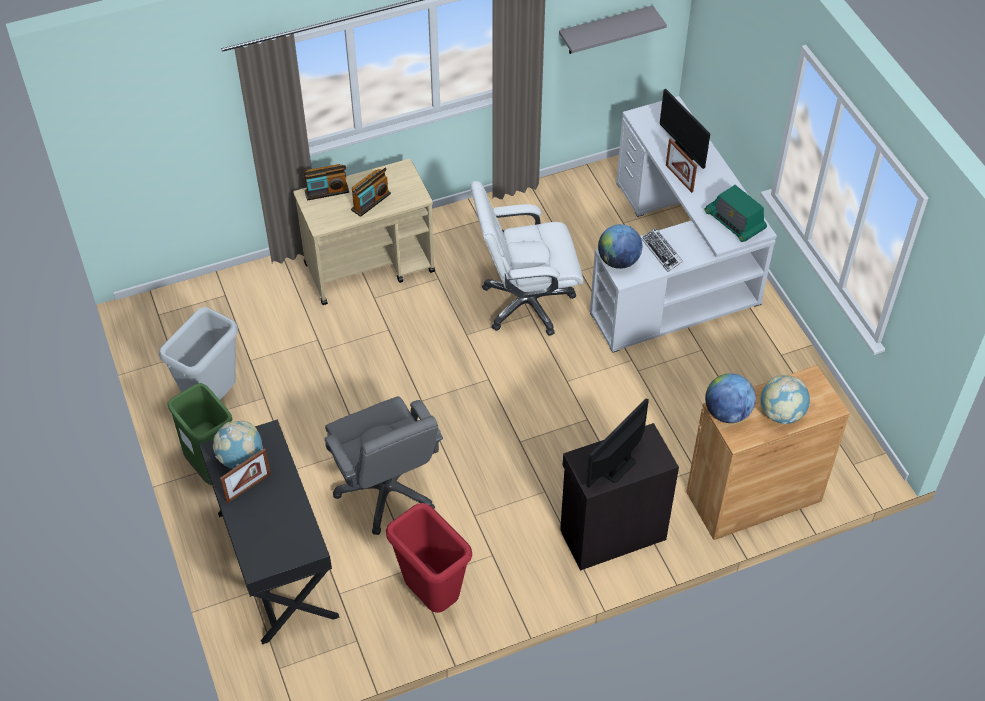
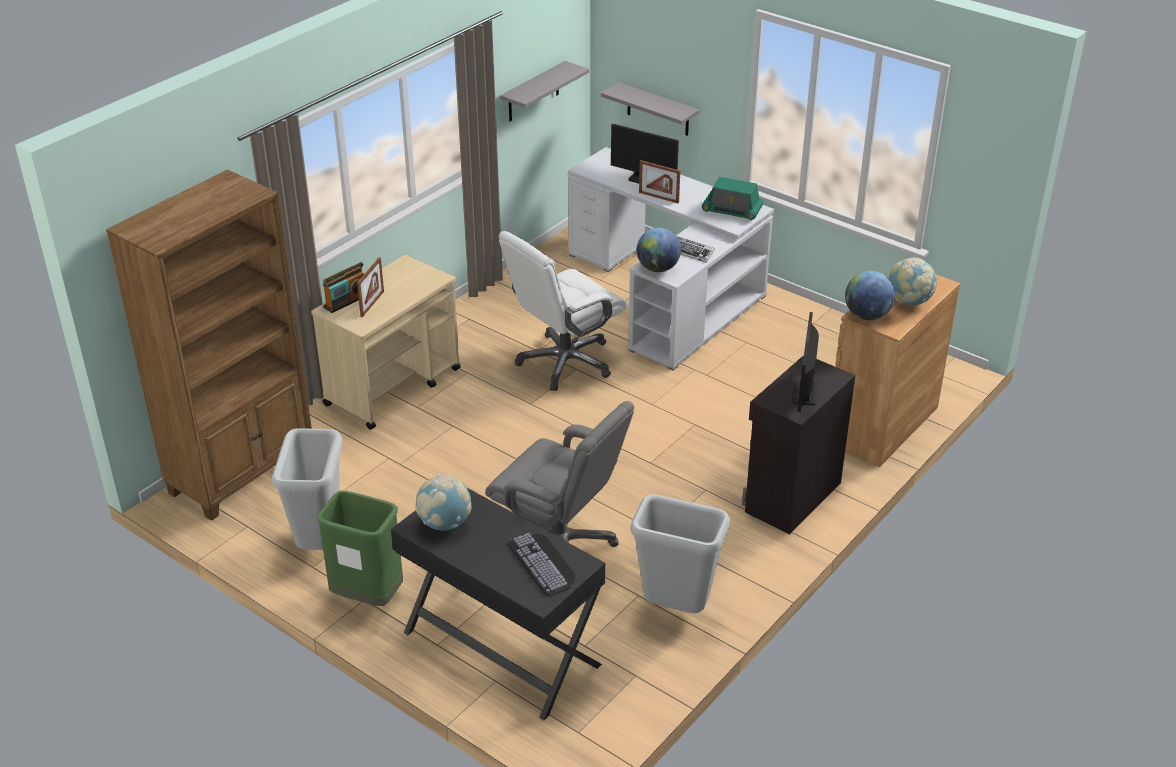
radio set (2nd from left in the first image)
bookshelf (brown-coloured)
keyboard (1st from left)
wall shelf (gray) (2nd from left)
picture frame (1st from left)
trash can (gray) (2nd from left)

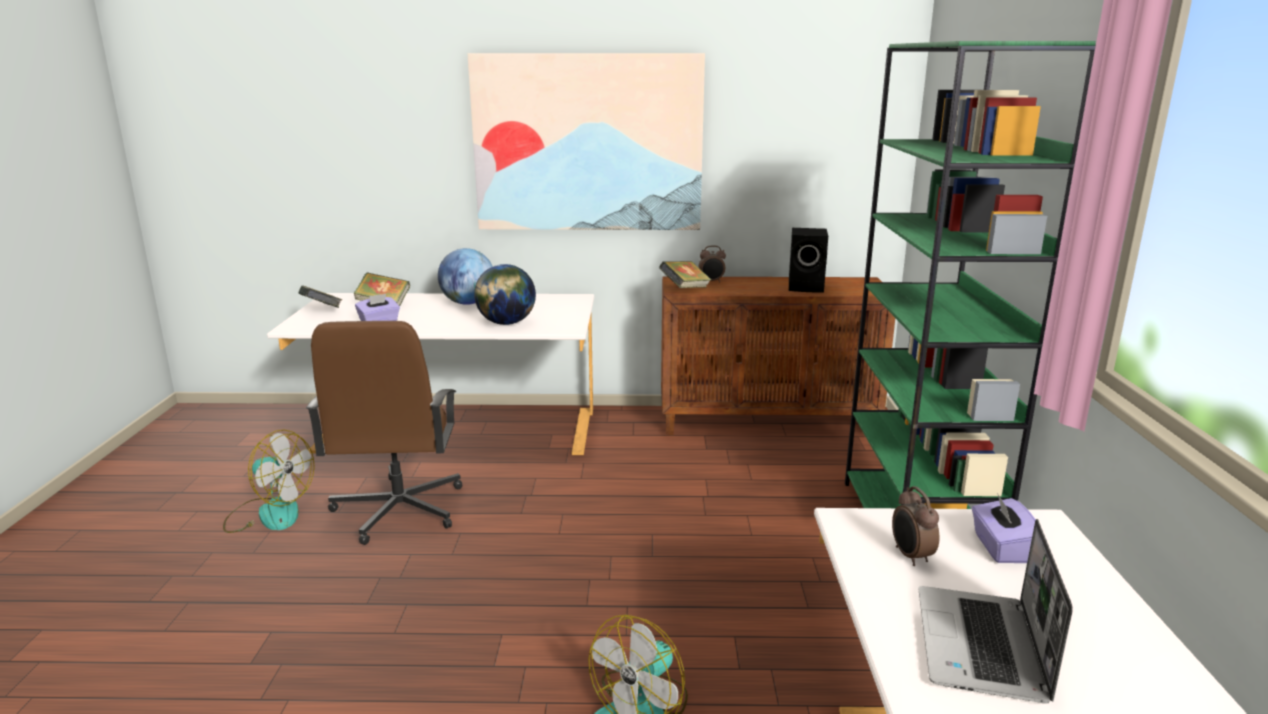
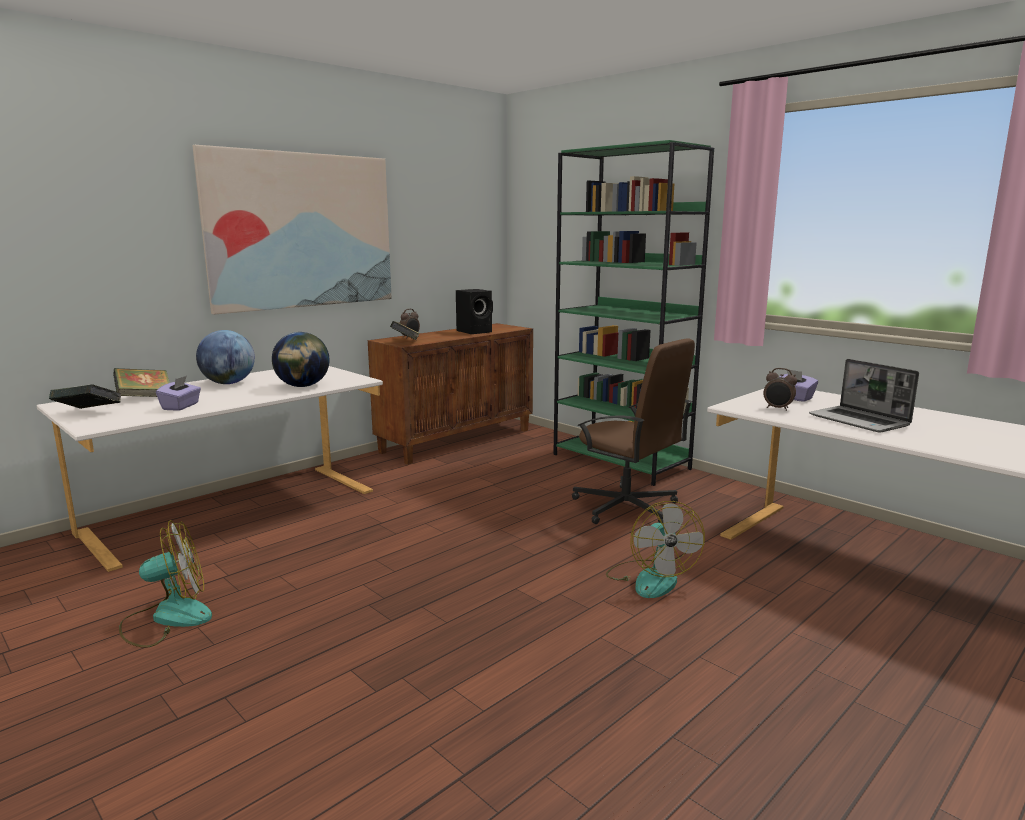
desk chair (brown-coloured)

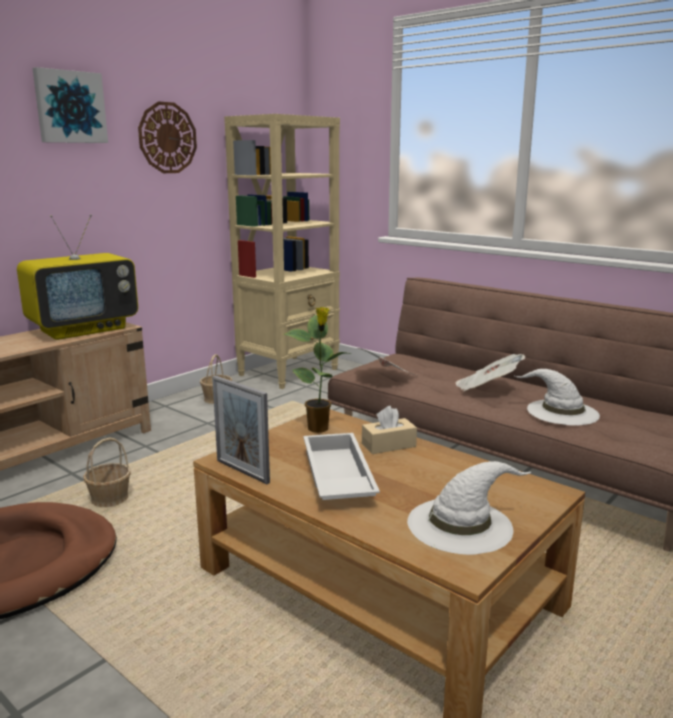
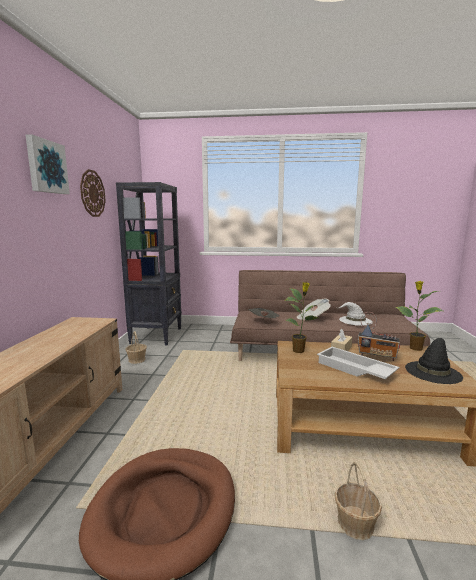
television
picture frame
radio set
houseplant (2nd from left)
storage basket (2nd from left)
bookshelf (blackish)
wearable hat (blackish)

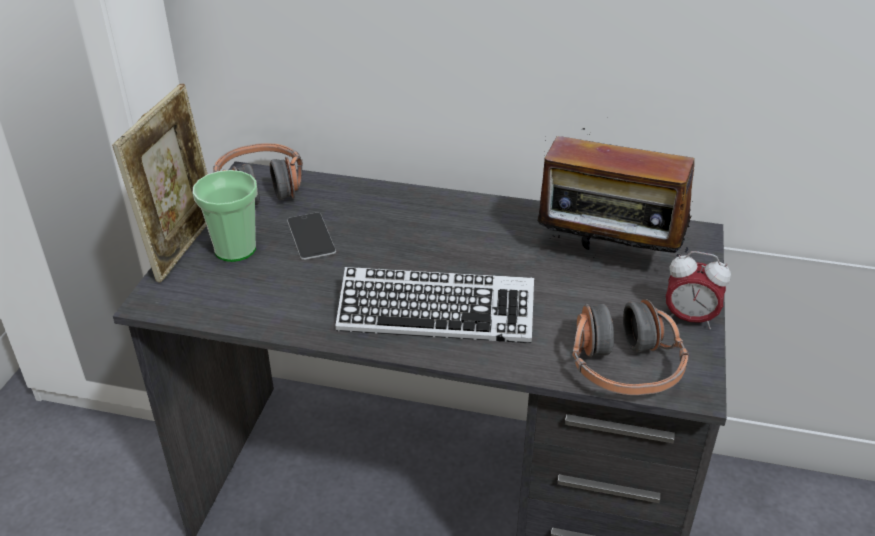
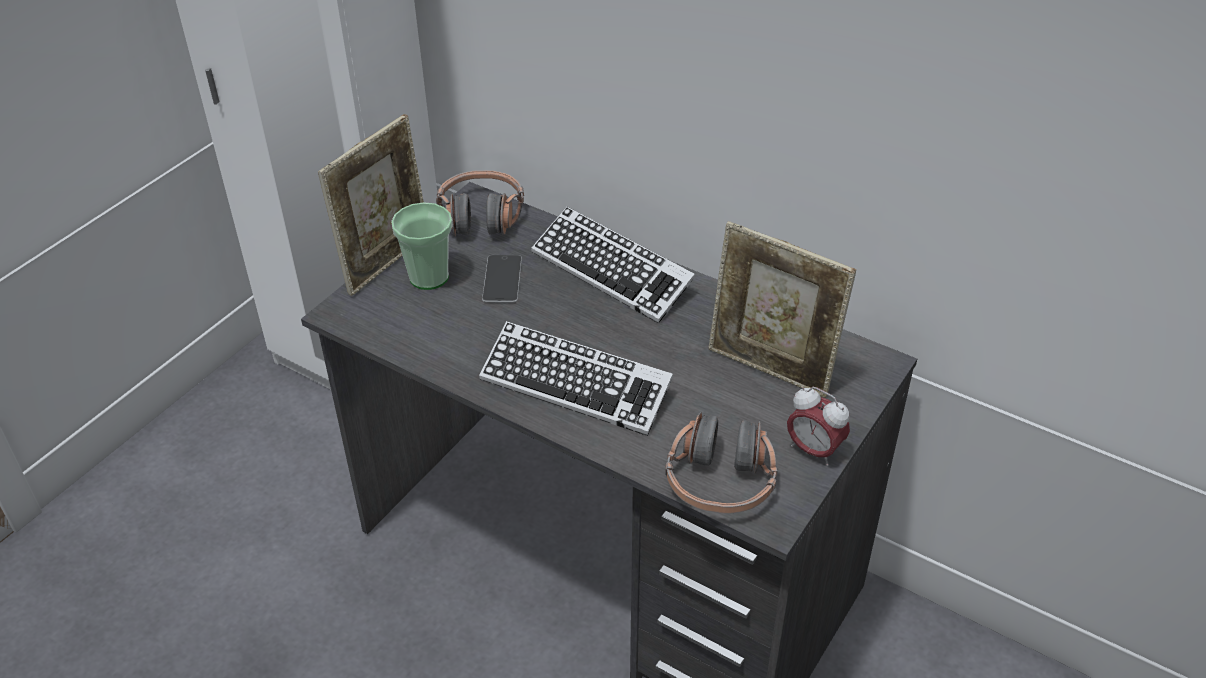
keyboard (2nd from left)
picture frame (2nd from left)

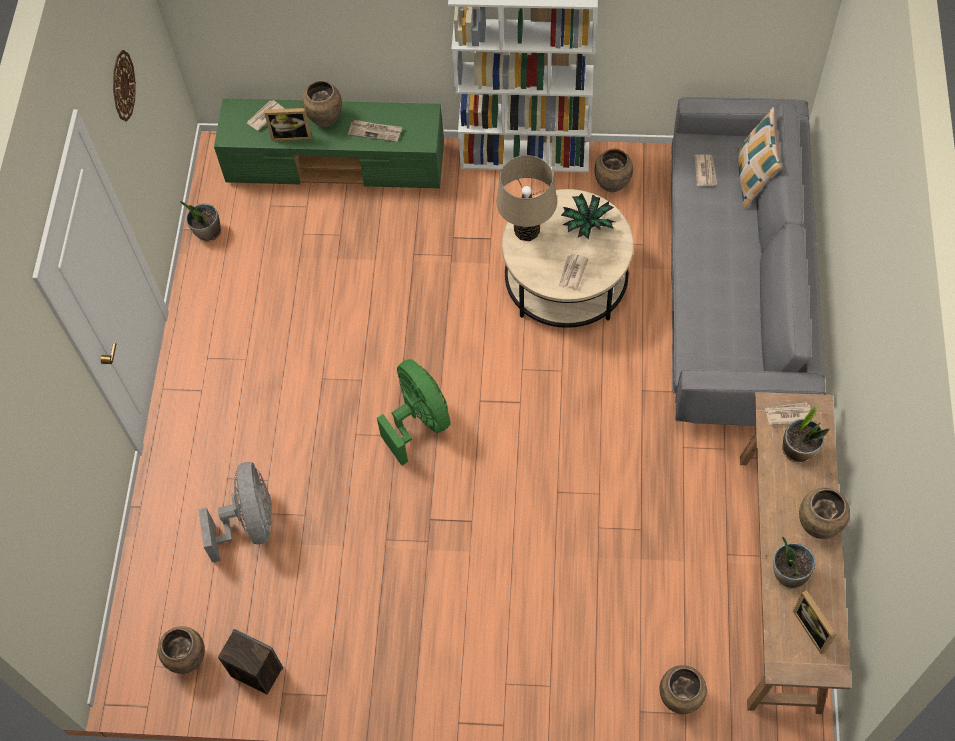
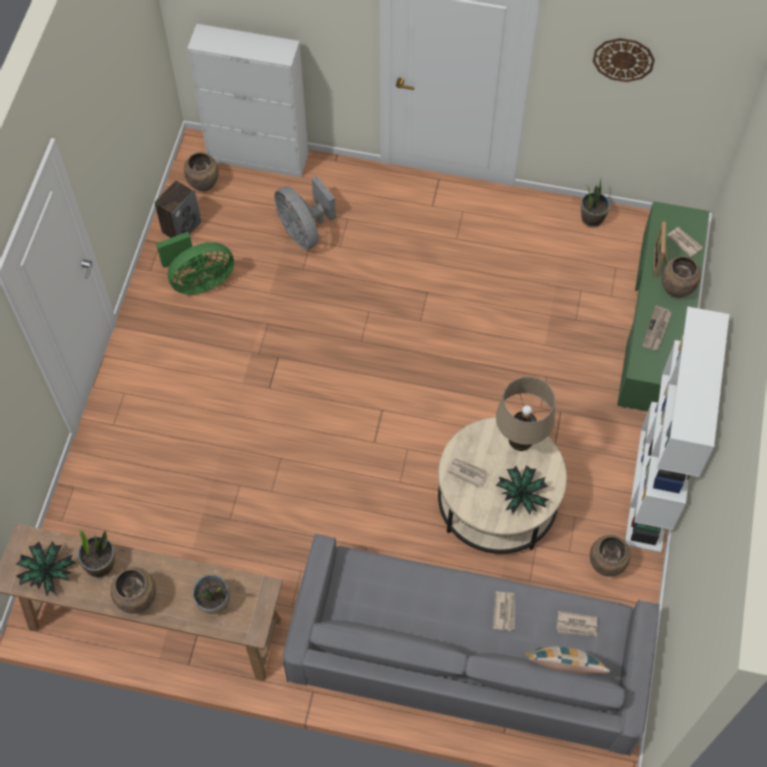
decorative vase (brown-coloured) (4th from left in the first image)
cabinet (white-coloured)
cooling fan (green)
newspaper (2nd from left)
houseplant (1st from left)
cooling fan (gray)

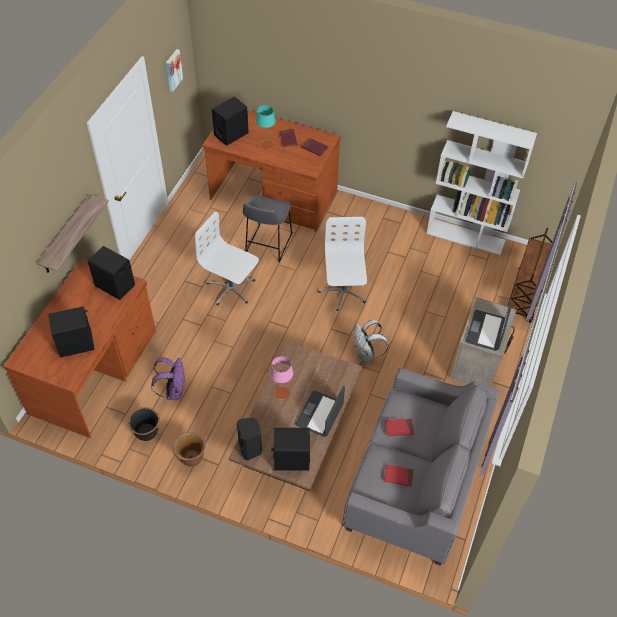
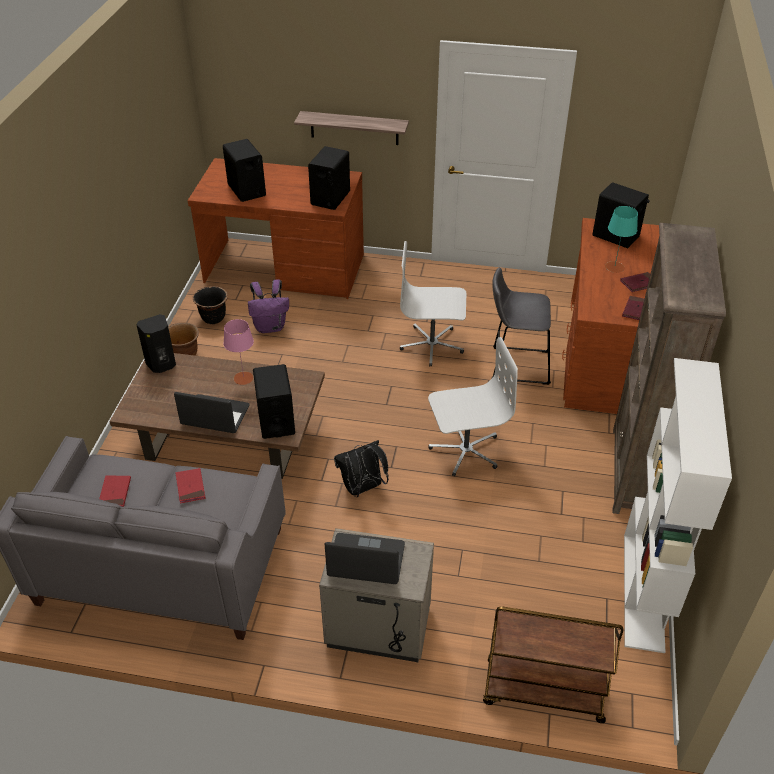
wall art
bookshelf (brown-coloured)
audio speaker (blackish) (3rd from left)
backpack (blackish)
desk chair (white-coloured) (1st from left)

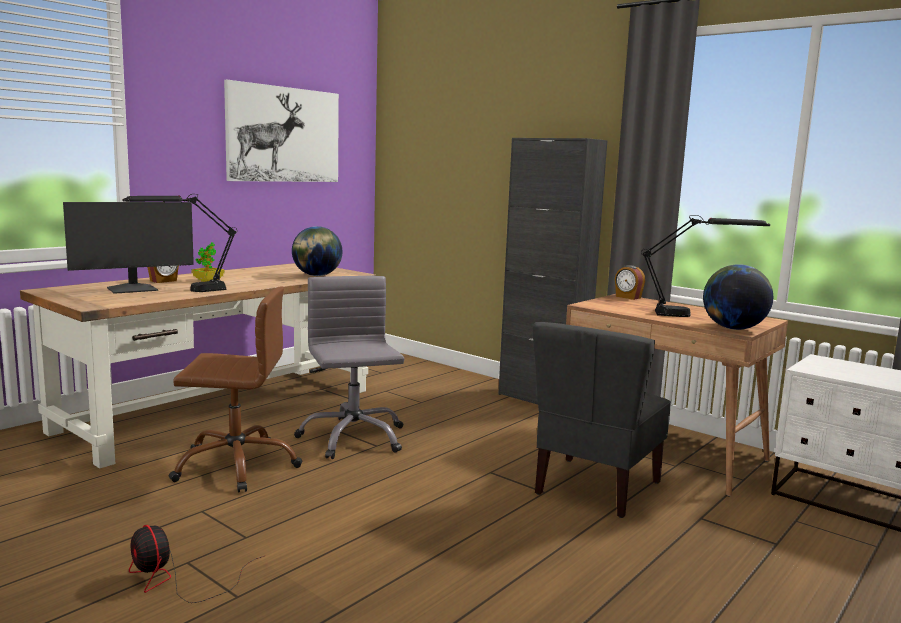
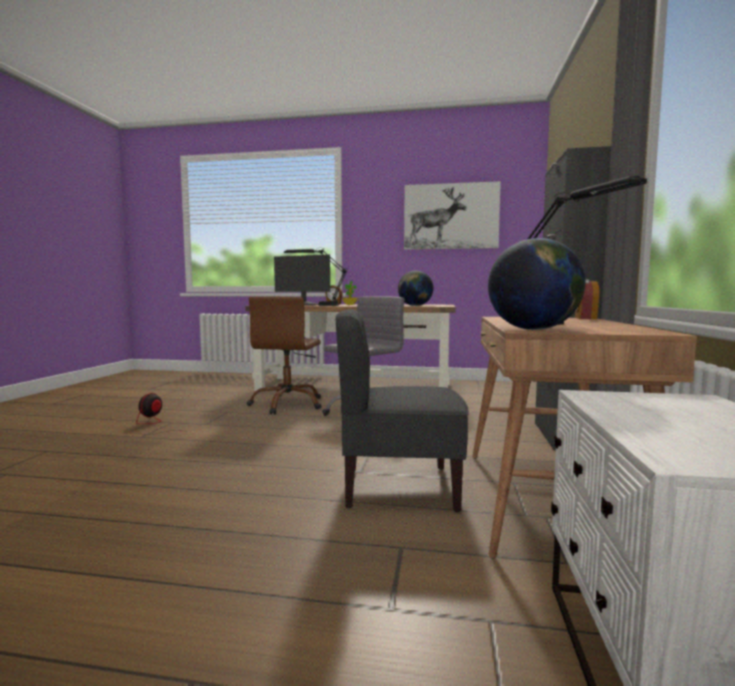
desk chair (brown-coloured)

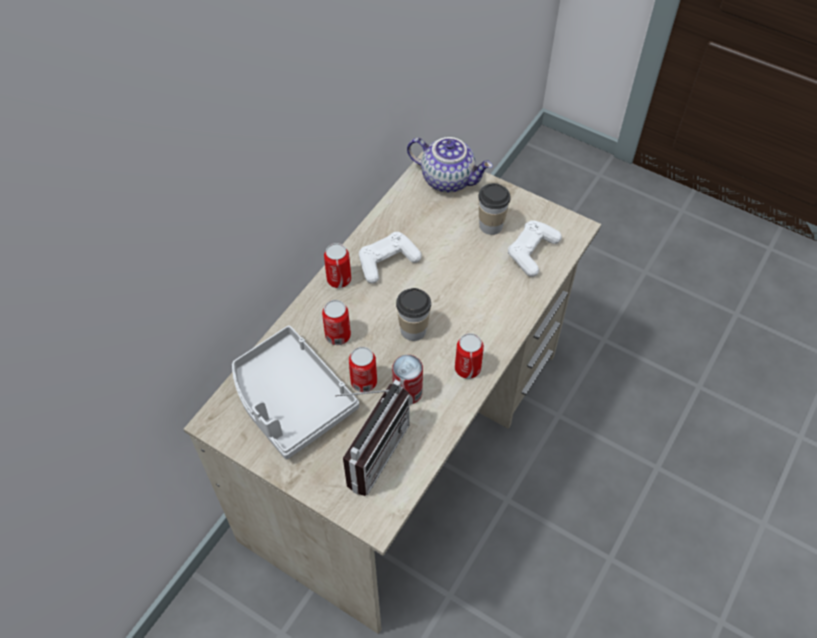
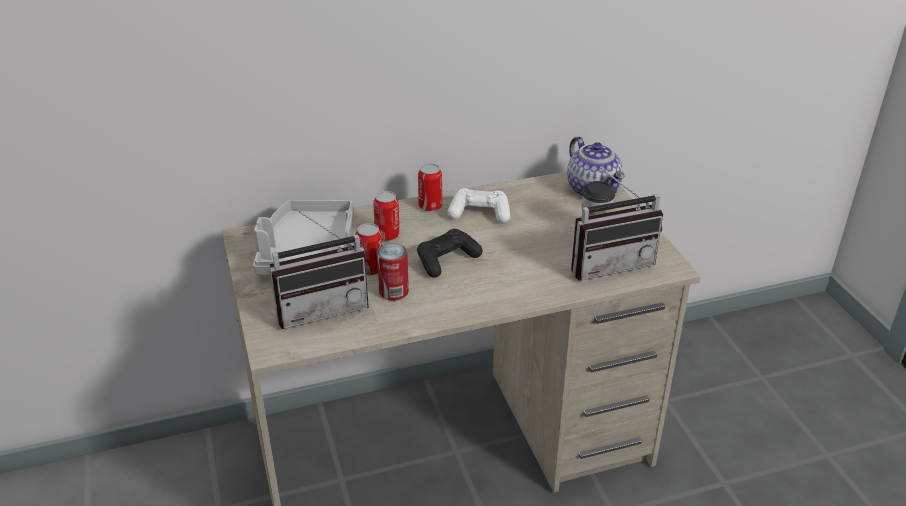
metal can (5th from left in the first image)
game controller (blackish)
radio set (2nd from left)

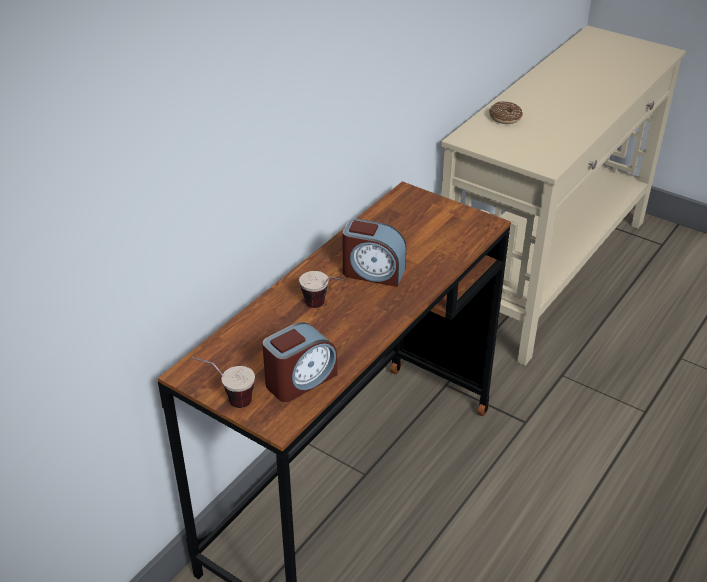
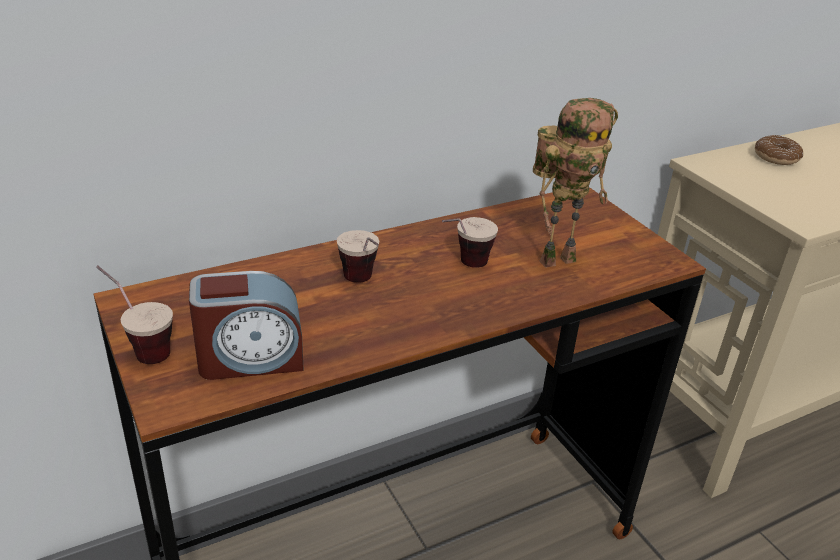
toy robot
cup (3rd from left)

